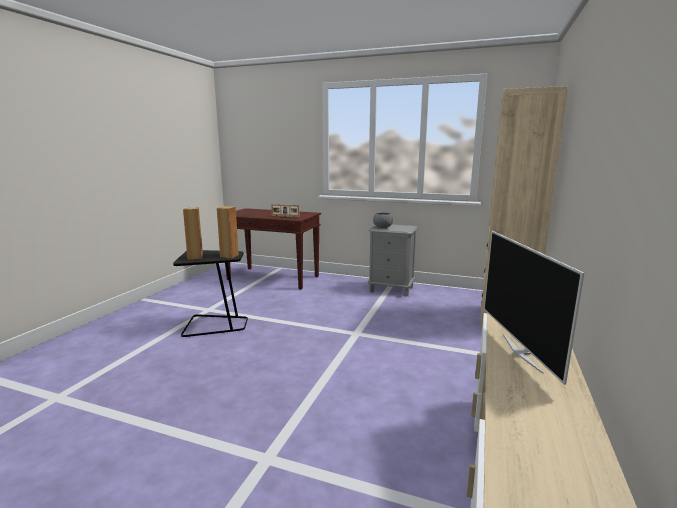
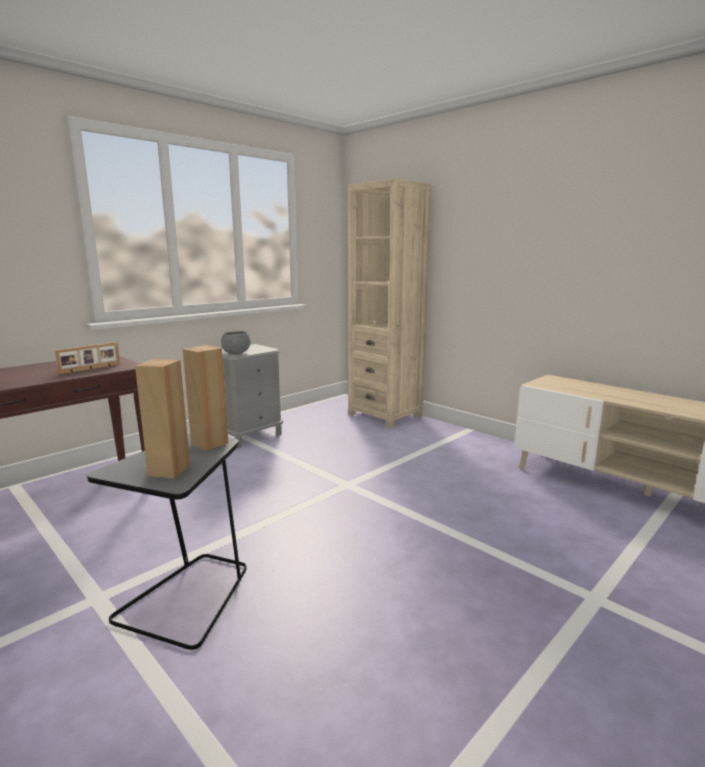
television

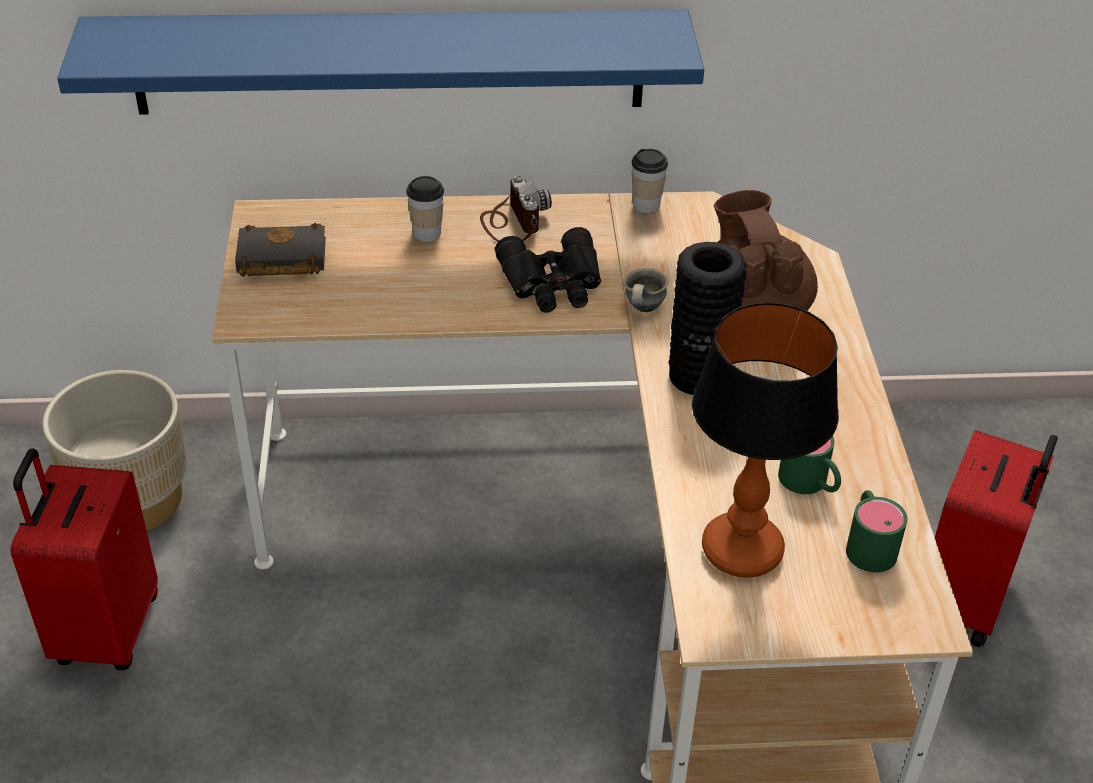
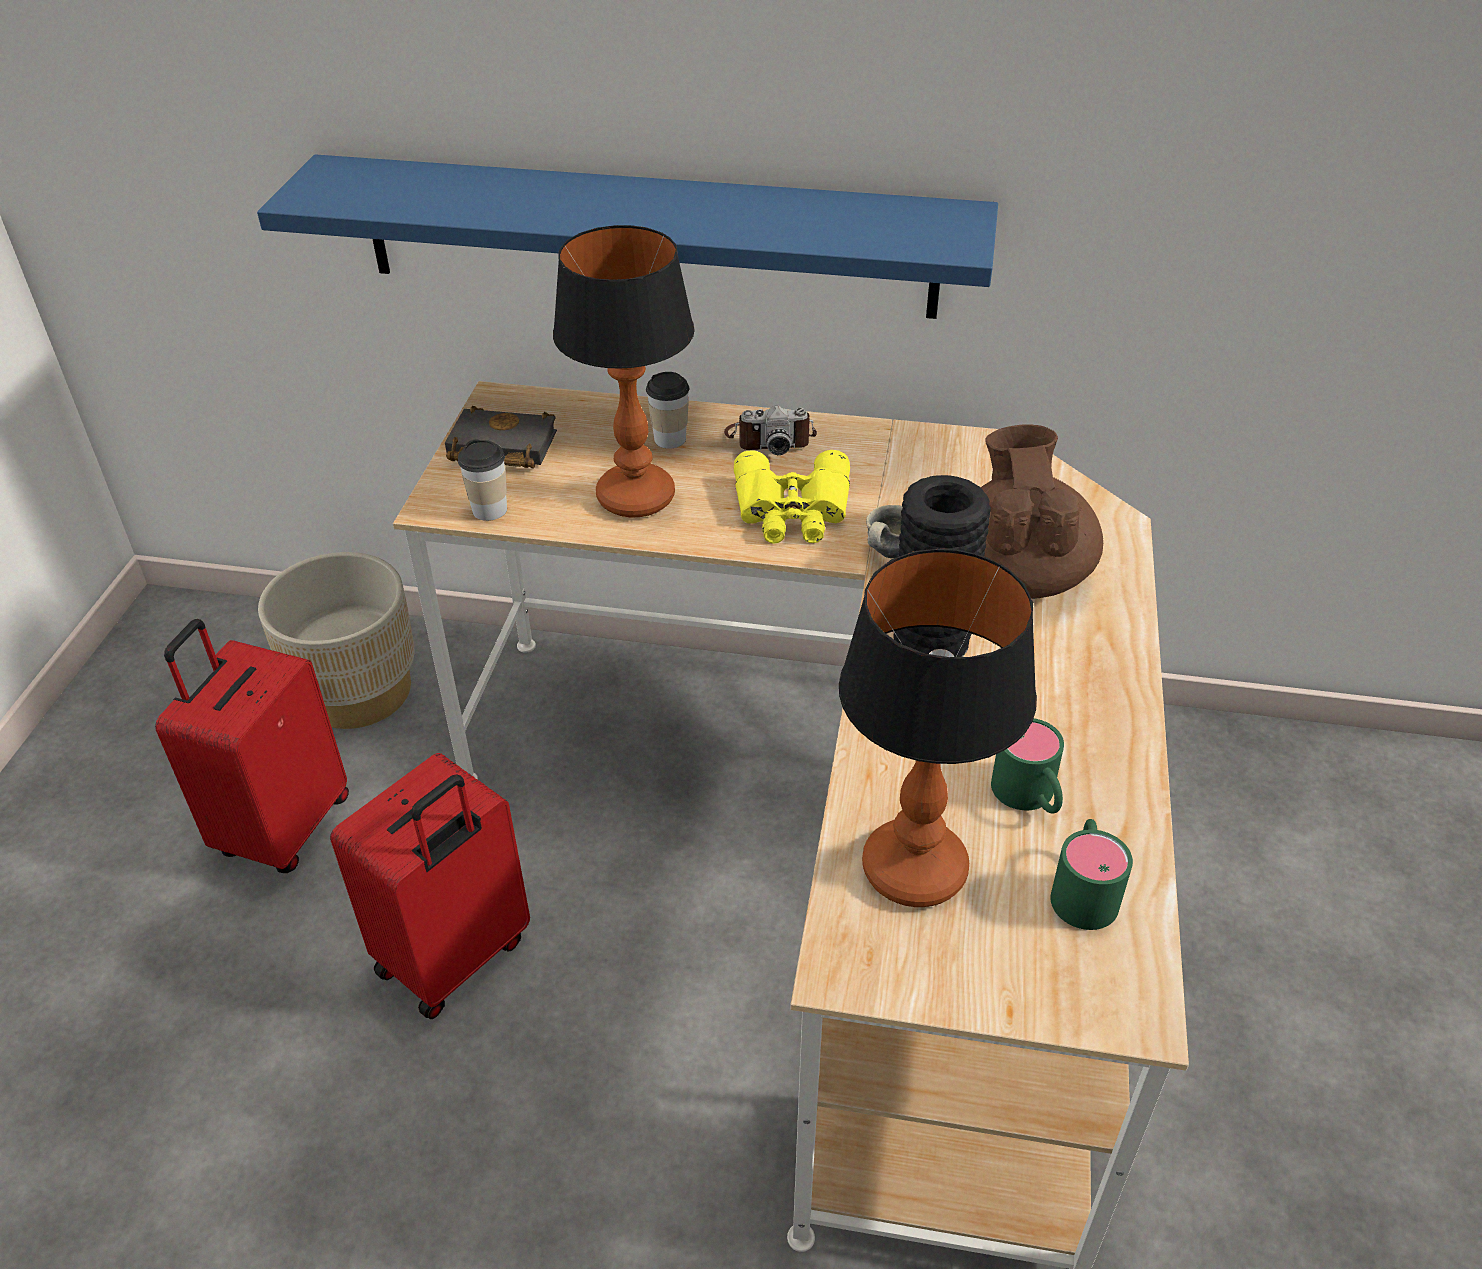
lamp for a table (1st from left)
cup (1st from left)
suitcase (reddish) (2nd from left)
binoculars (yellow-coloured)
still camera

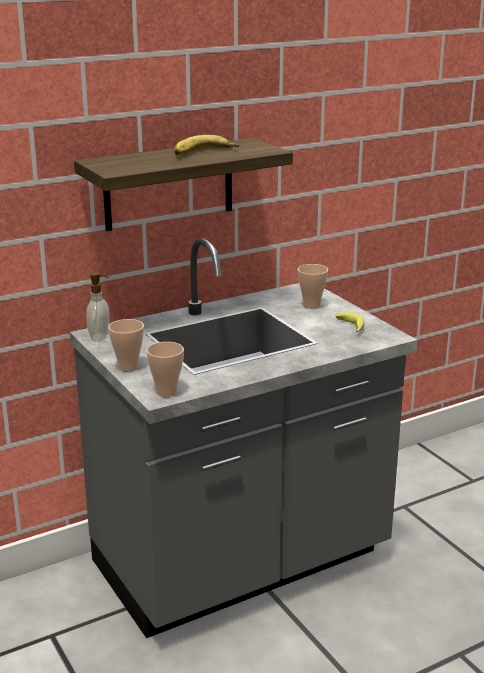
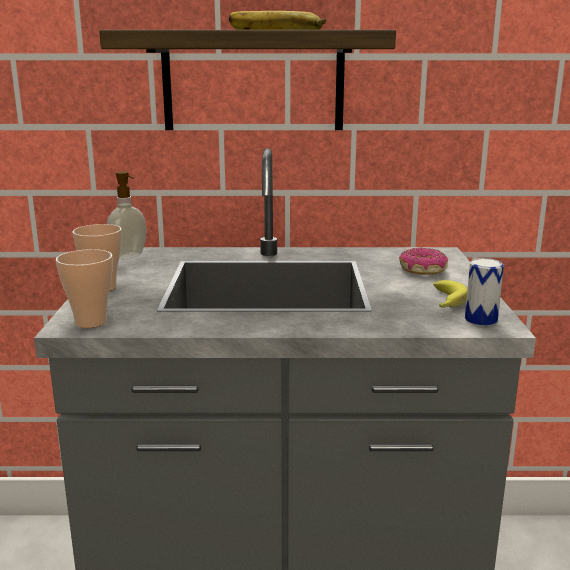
metal can
ring doughnut

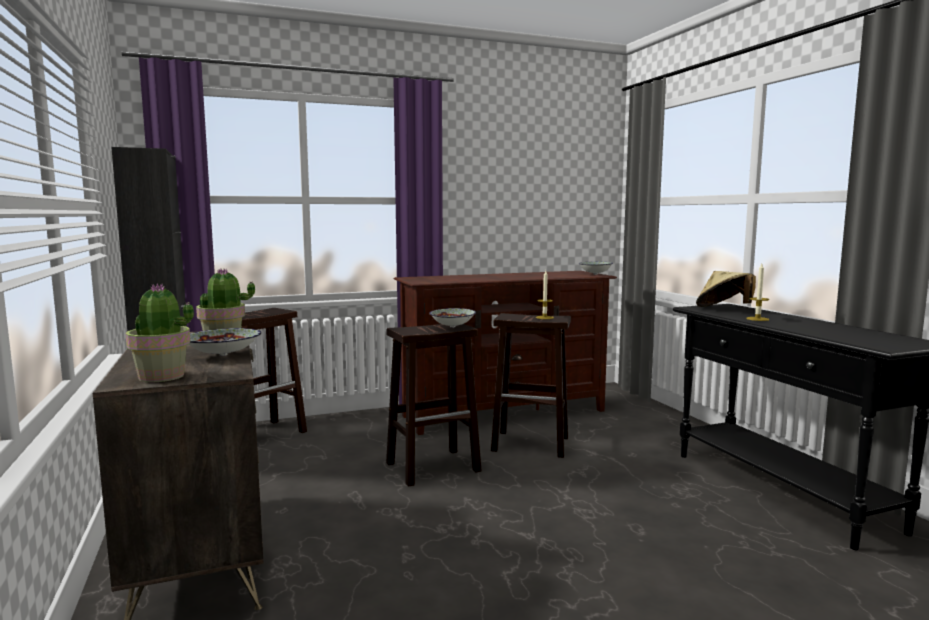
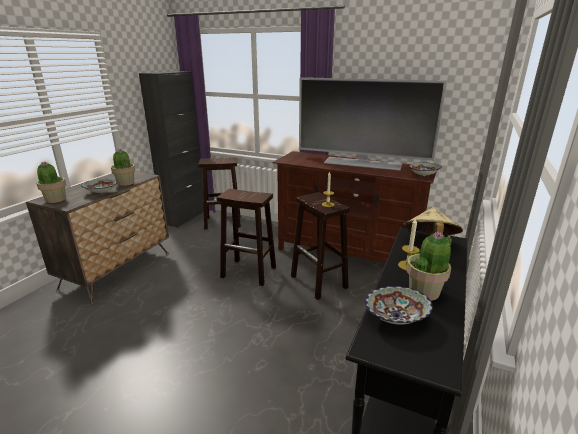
television
houseplant (3rd from left)
bowl (2nd from left)

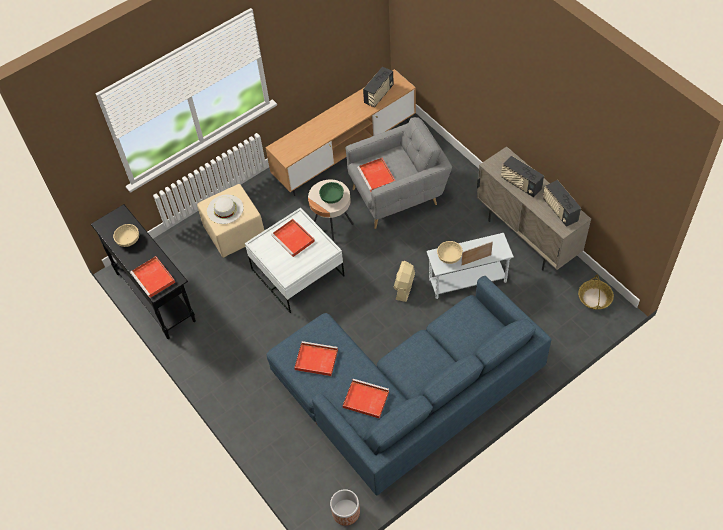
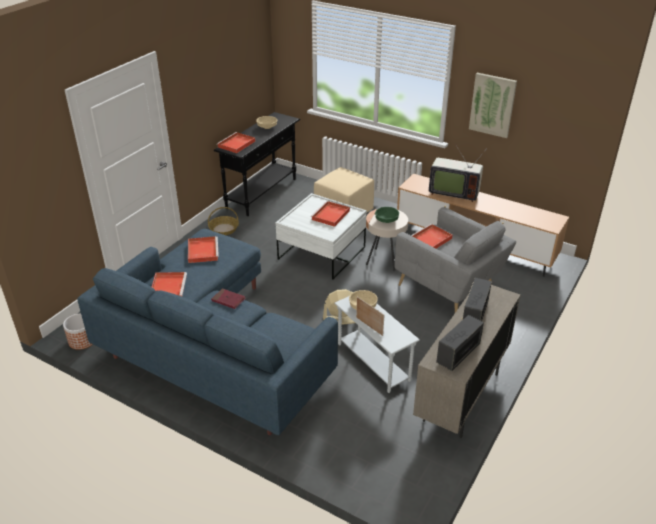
wearable hat (white-coloured)
radio set (1st from left in the first image)
volume (reddish)
television
wall art
storage basket

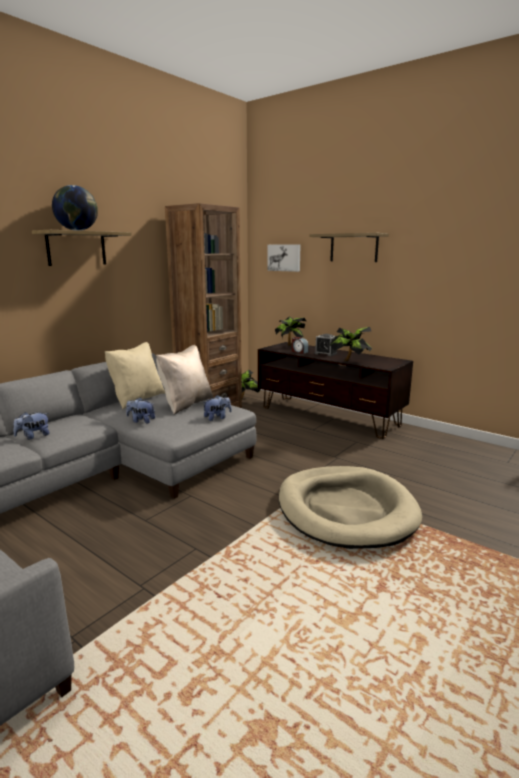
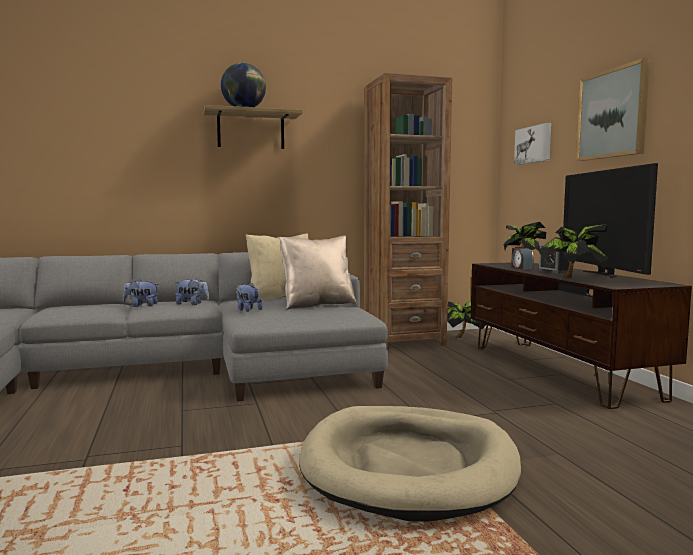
television
soft toy (2nd from left)
wall art (2nd from left)

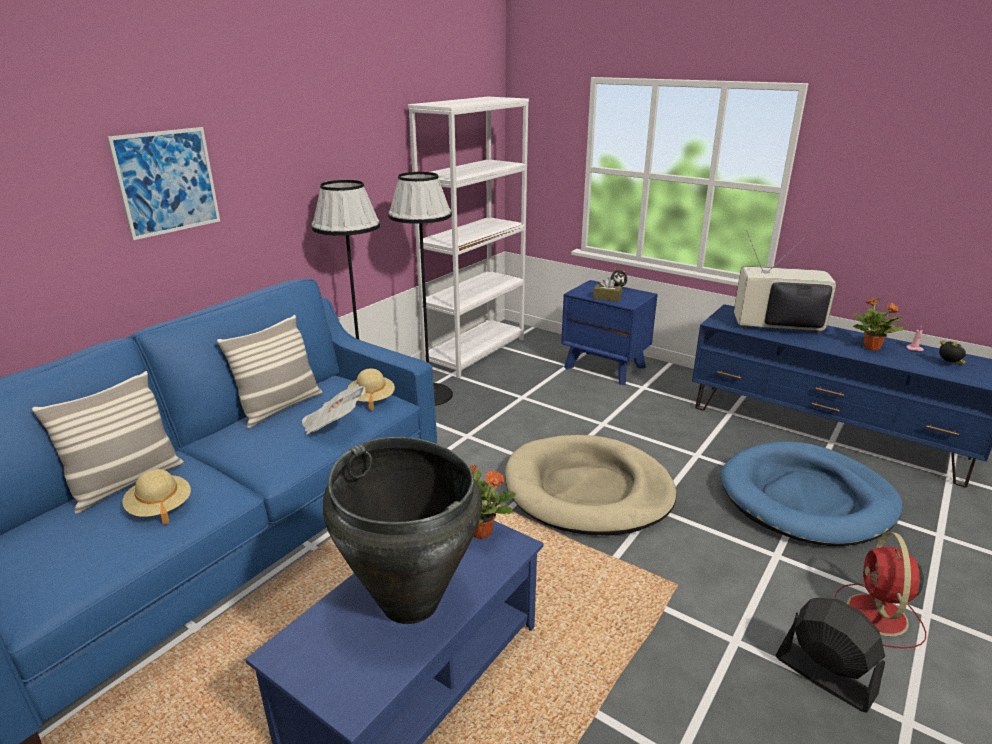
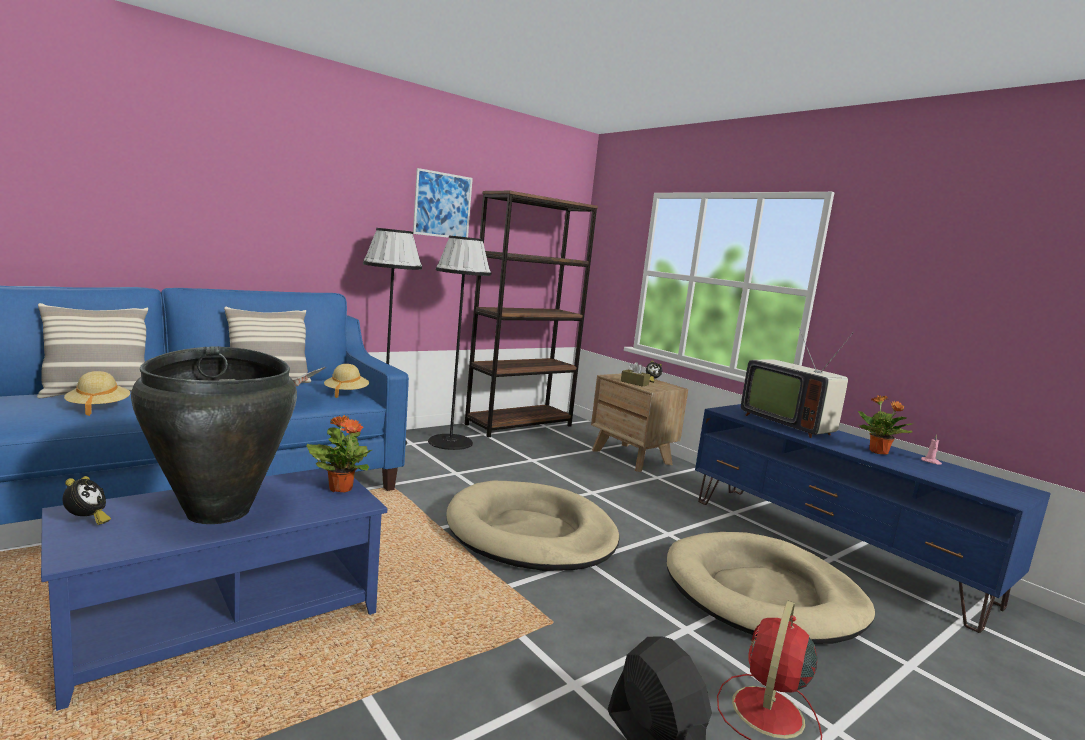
wall art
alarm clock (1st from left)
bookshelf (brown-coloured)
night table (brown-coloured)
pet bed (beige-coloured) (2nd from left)
television

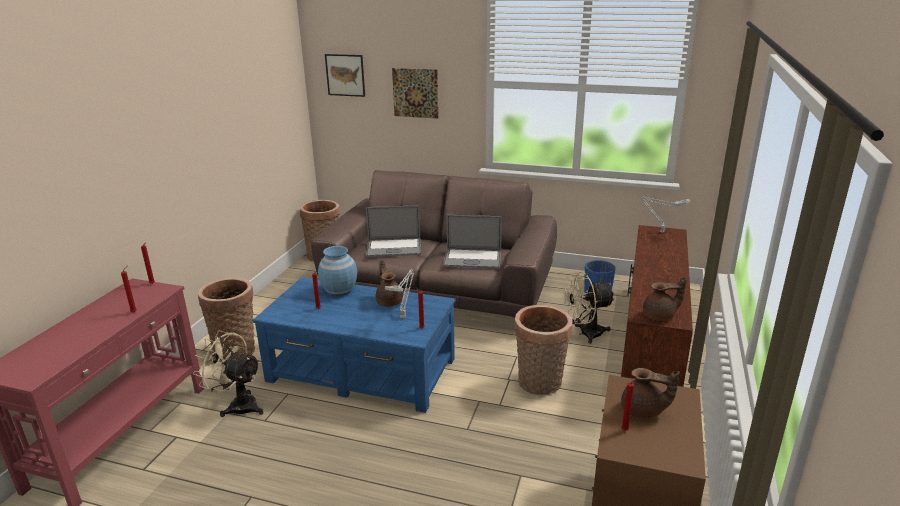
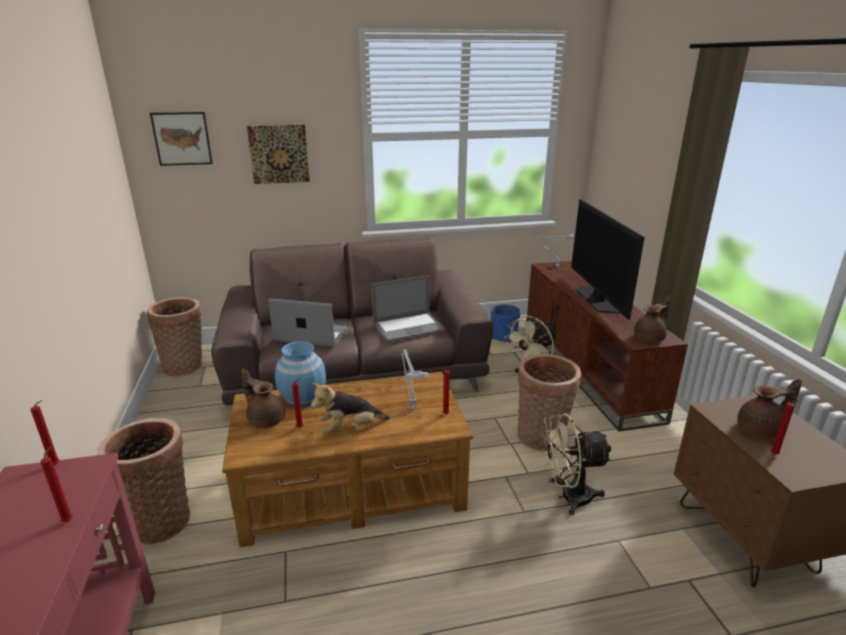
soft toy
television
cooling fan (beige-coloured) (2nd from left)
teapot (brown-coloured) (1st from left)
coffee table (brown-coloured)
laptop (1st from left)

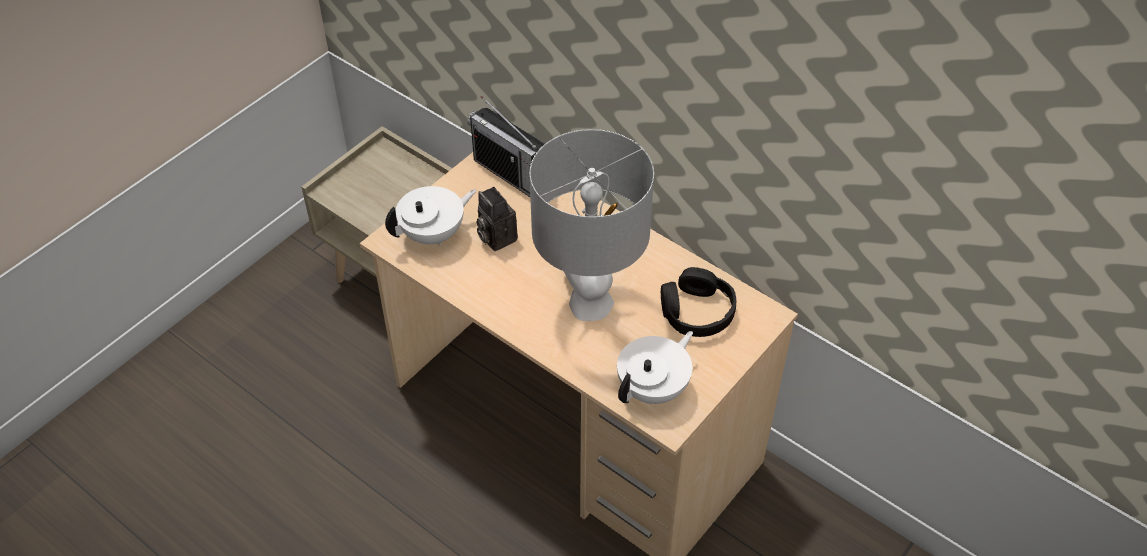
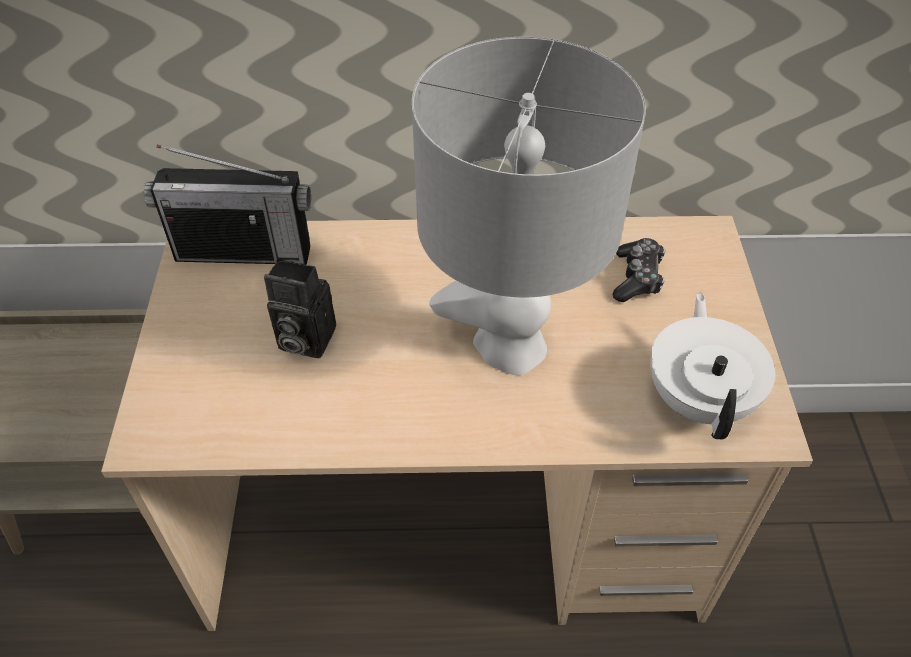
teapot (white-coloured) (1st from left in the first image)
game controller

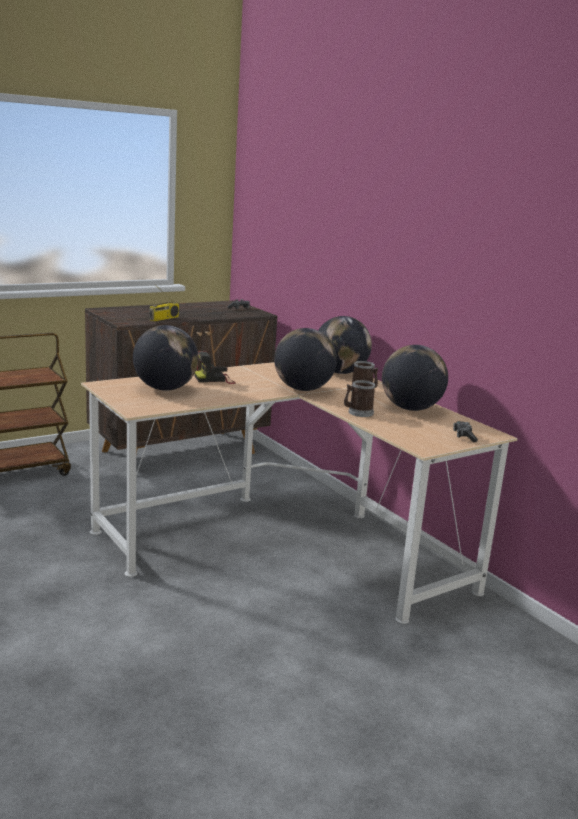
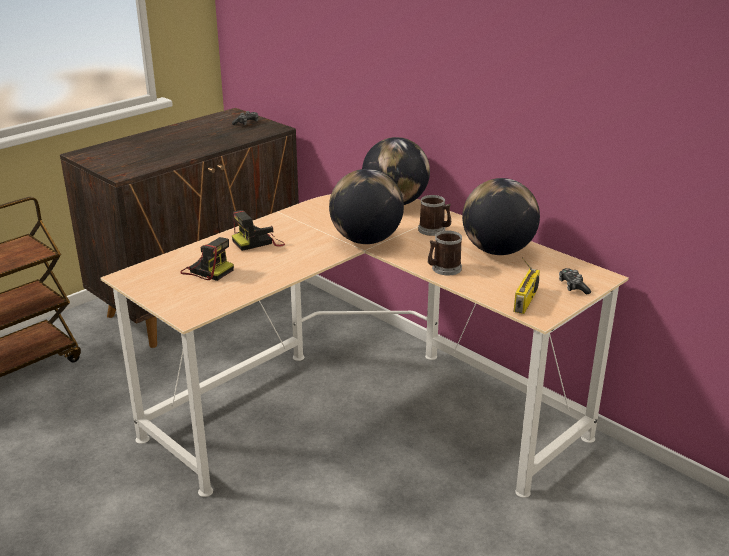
radio set
still camera (1st from left)

